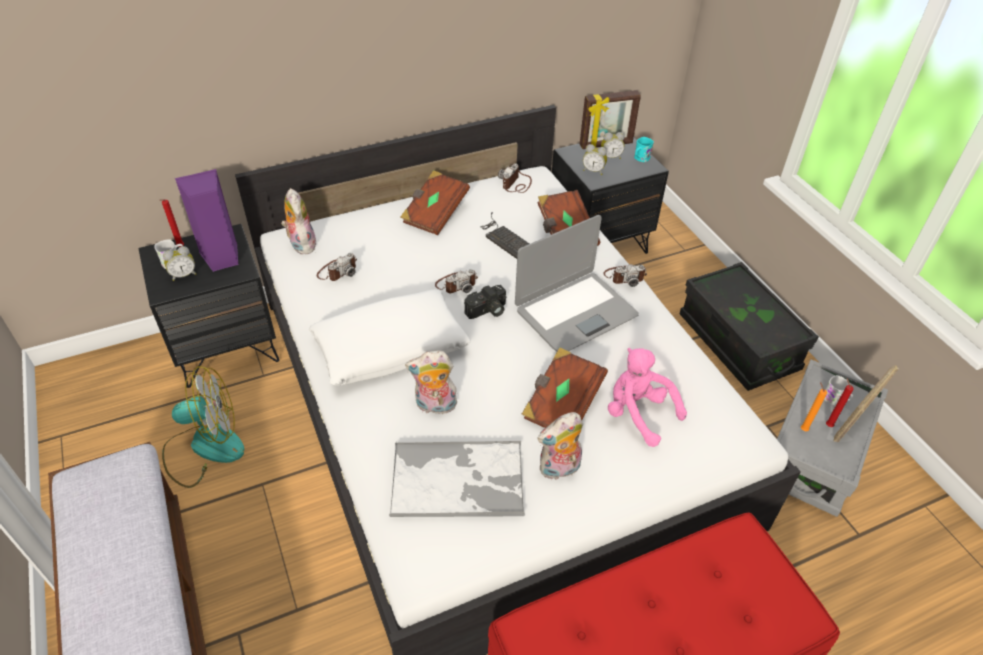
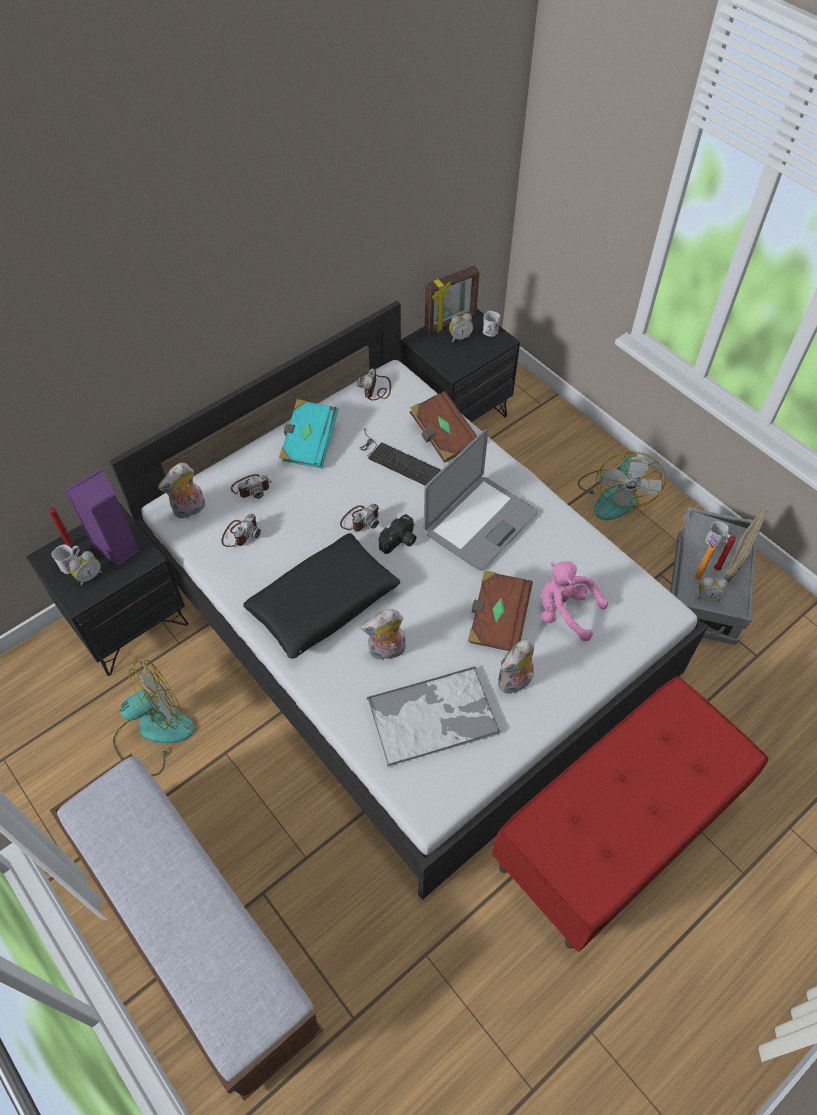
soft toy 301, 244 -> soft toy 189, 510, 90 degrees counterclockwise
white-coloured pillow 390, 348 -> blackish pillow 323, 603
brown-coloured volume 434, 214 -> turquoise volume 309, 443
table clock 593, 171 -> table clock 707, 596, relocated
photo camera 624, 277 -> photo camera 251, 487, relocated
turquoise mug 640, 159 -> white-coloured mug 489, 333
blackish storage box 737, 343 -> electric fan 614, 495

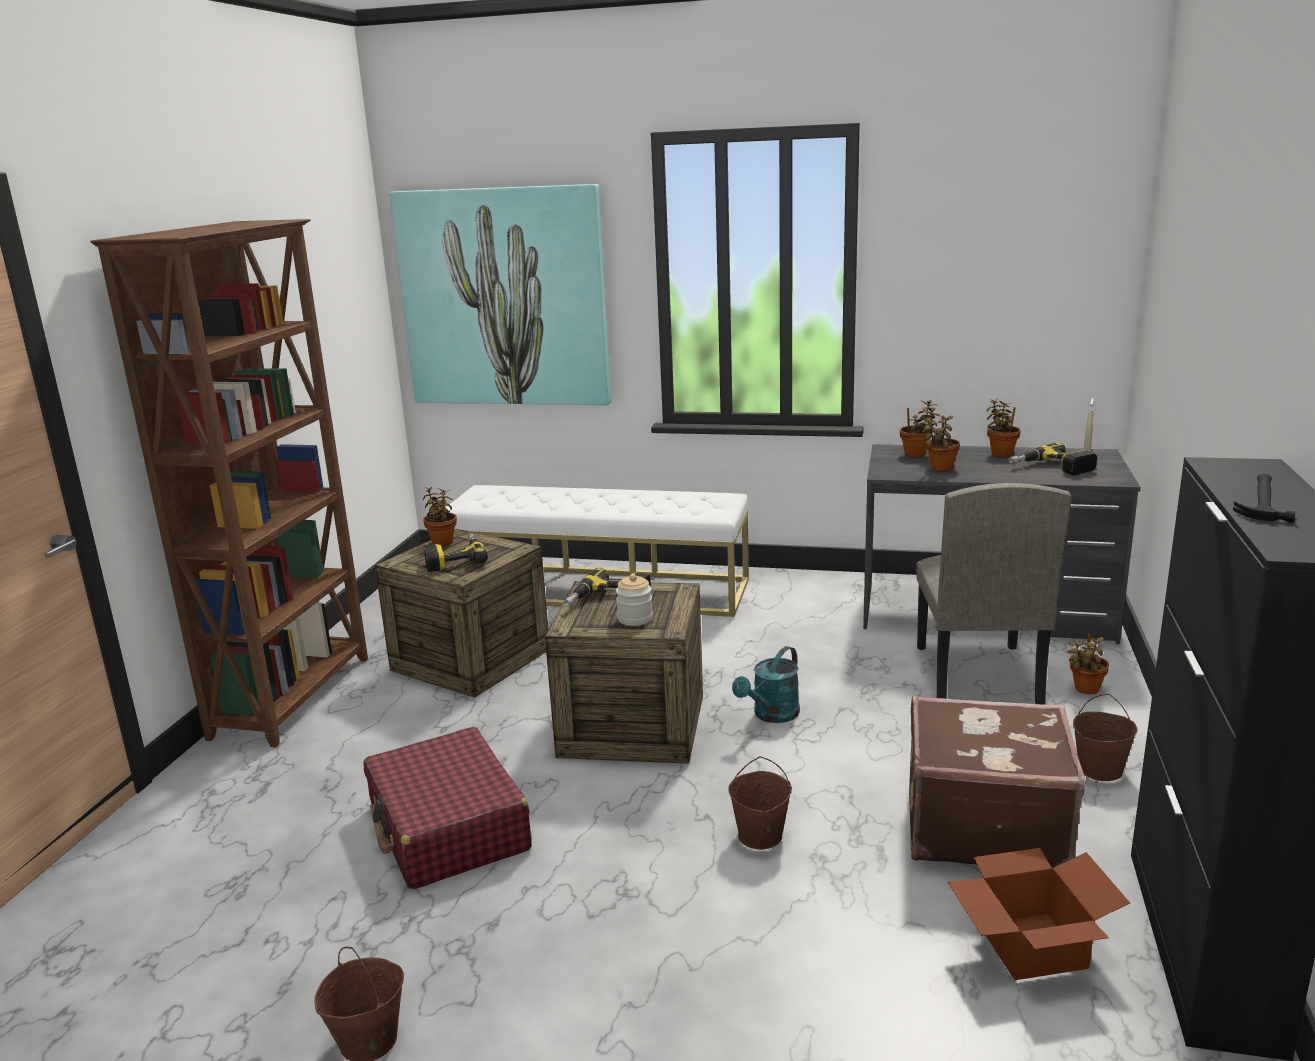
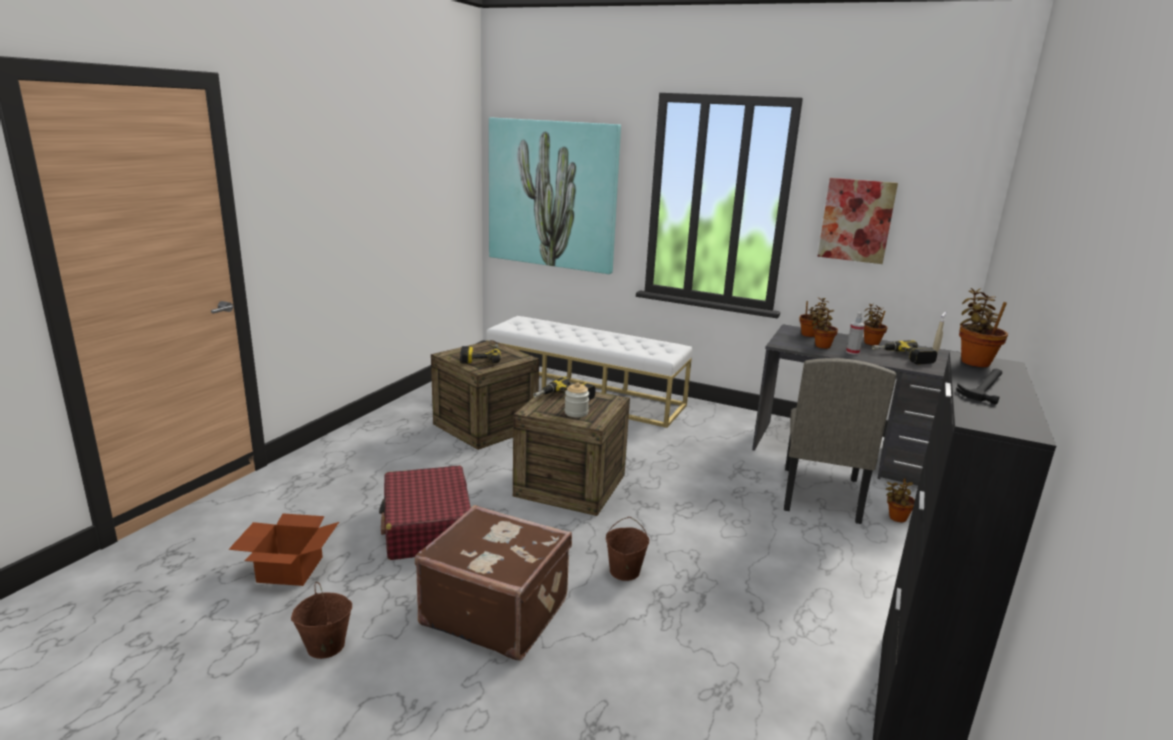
brown-coloured bookshelf 295, 696 -> none
houseplant 442, 541 -> houseplant 974, 361, relocated
turquoise watering can 771, 715 -> none
brown-coloured travel case 983, 826 -> brown-coloured travel case 496, 611, relocated
packing box 1028, 945 -> packing box 289, 568, relocated
brown-coloured bucket 1100, 770 -> none
none -> wall art 856, 220
none -> hand sprayer 852, 352

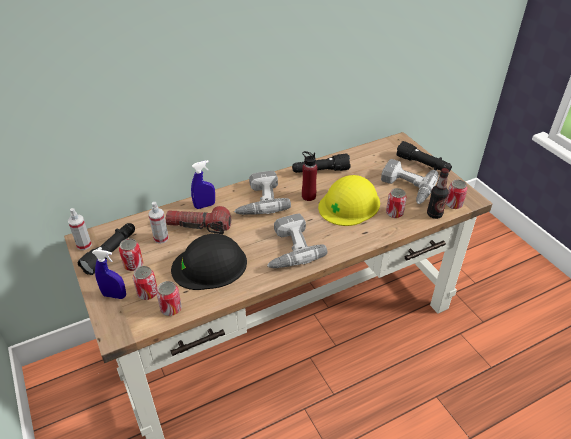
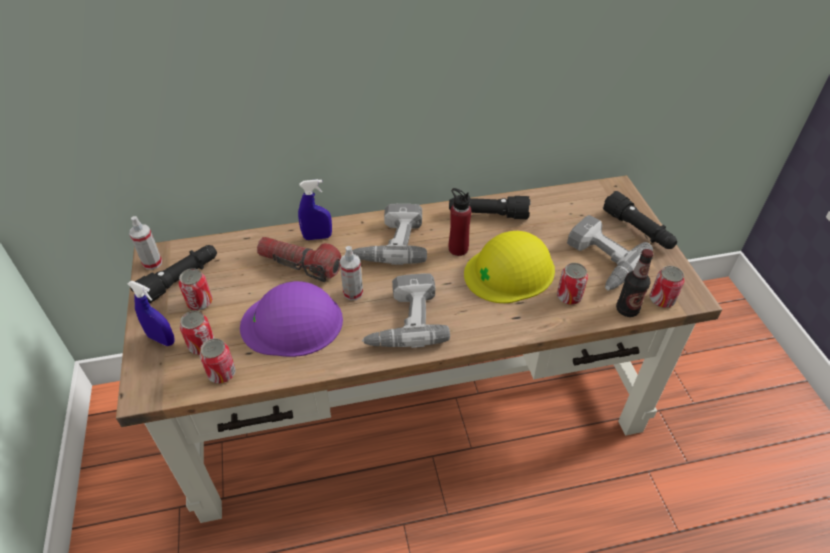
hand sprayer 161, 238 -> hand sprayer 353, 293, relocated
blackish safety helmet 210, 265 -> purple safety helmet 292, 323

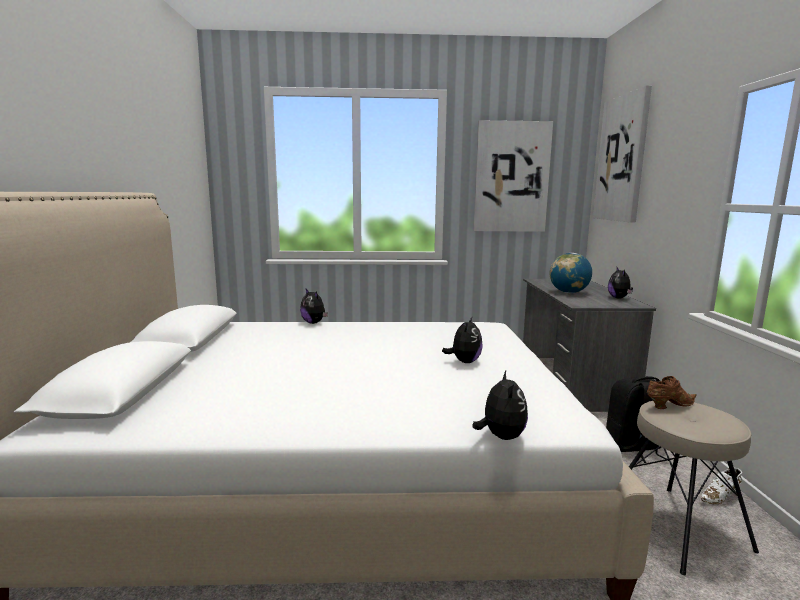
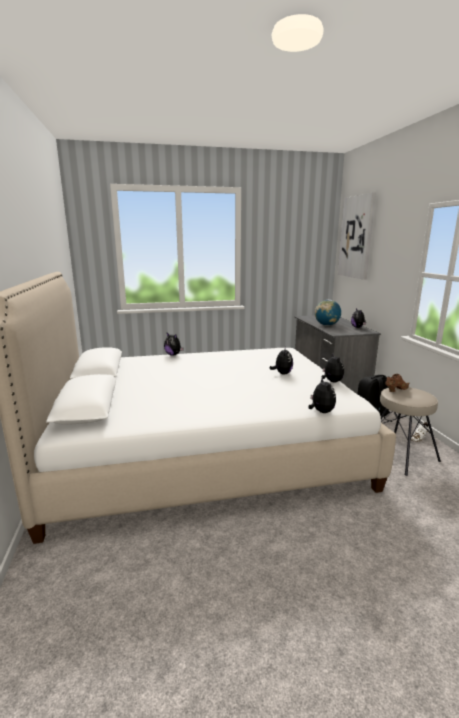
wall art 511, 177 -> none
none -> soft toy 331, 381

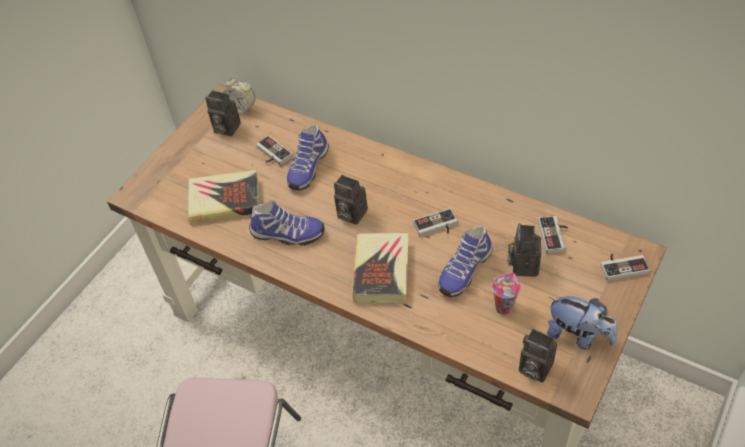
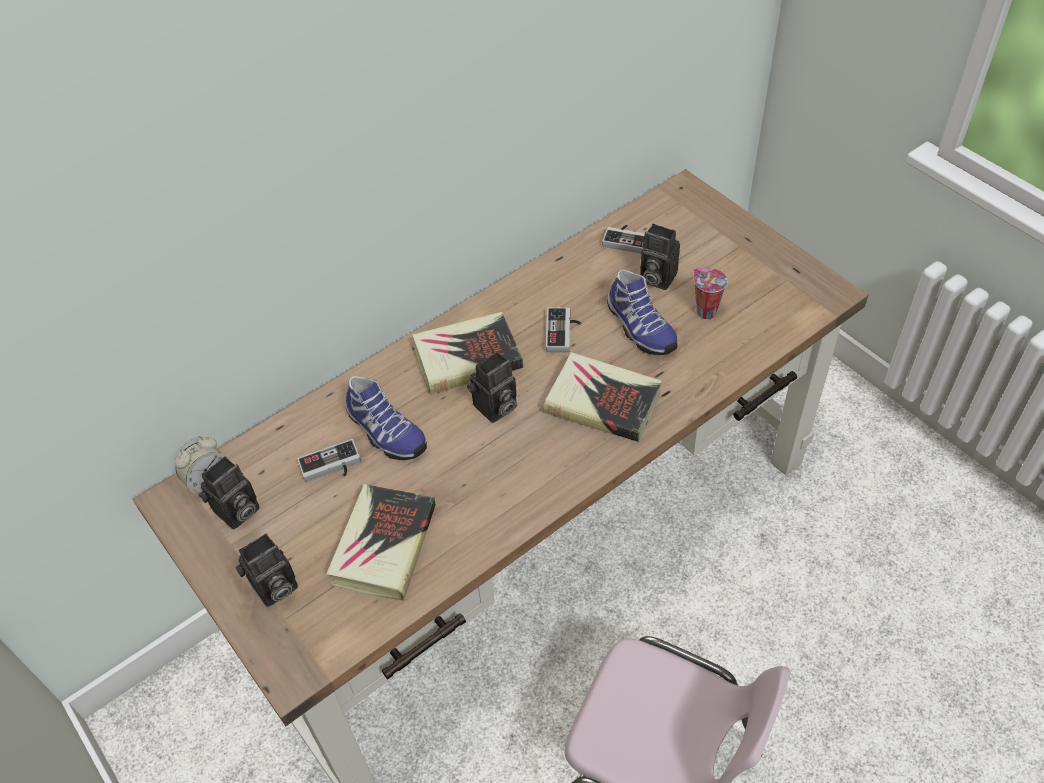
low shoe 287, 235 -> none
photo camera 533, 368 -> photo camera 273, 589, relocated
soft toy 578, 335 -> none
joypad 622, 266 -> none
none -> volume 467, 358

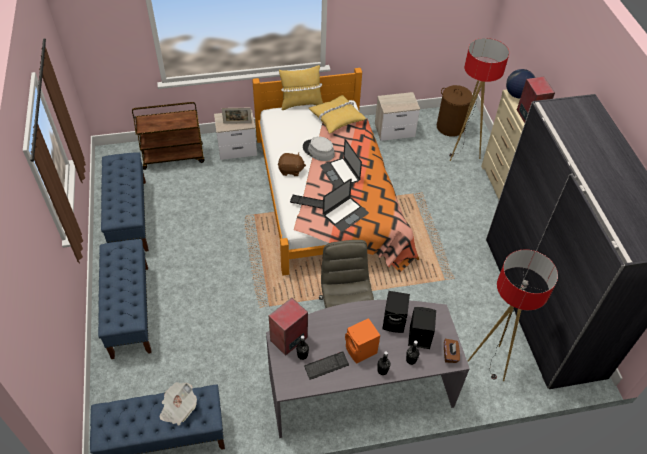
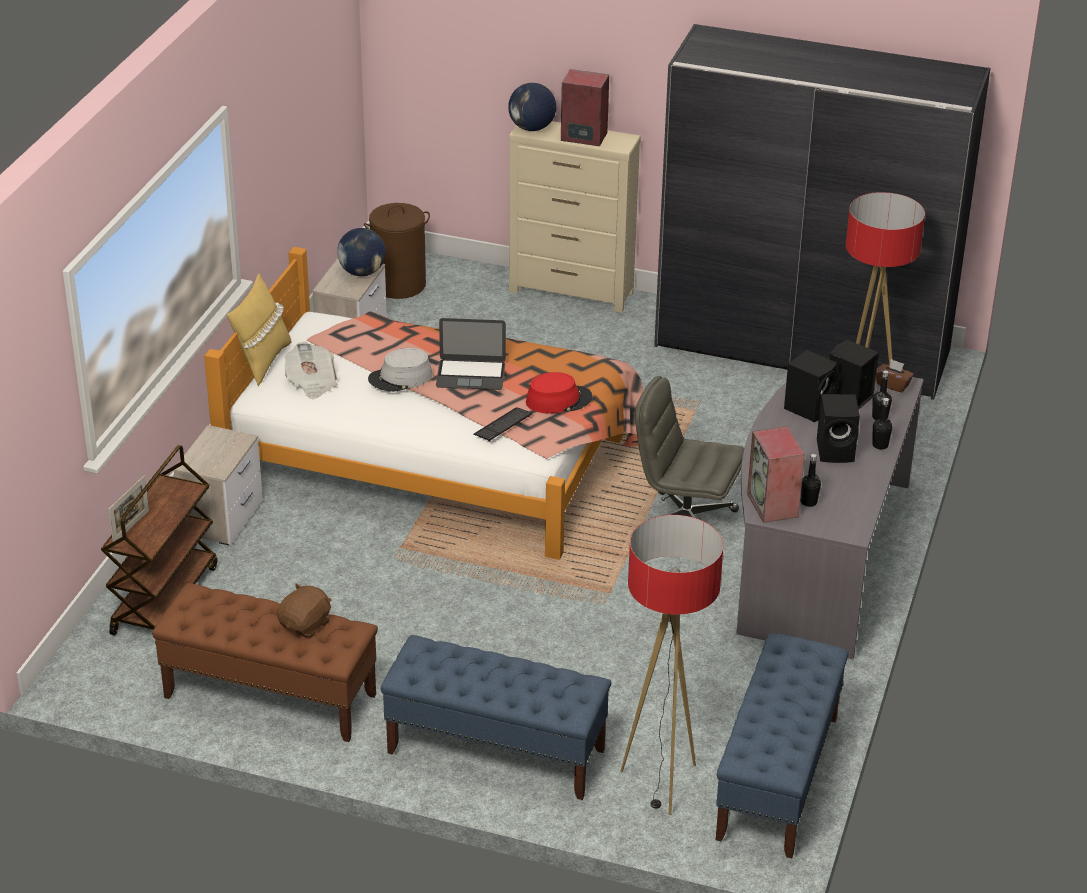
blue-coloured long seat 129, 217 -> brown-coloured long seat 269, 696
printed paper 178, 408 -> printed paper 312, 383, relocated
photo frame 237, 123 -> photo frame 131, 527, relocated
brown-coloured soft toy 291, 170 -> brown-coloured soft toy 306, 625, relocated
computer keyboard 326, 366 -> none
yellowish pillow 336, 117 -> none
notebook computer 345, 214 -> red hat 558, 400
orange-coloured audio speaker 361, 351 -> blackish audio speaker 837, 451
standard lamp 462, 153 -> standard lamp 661, 784, relocated
none -> world globe 362, 272

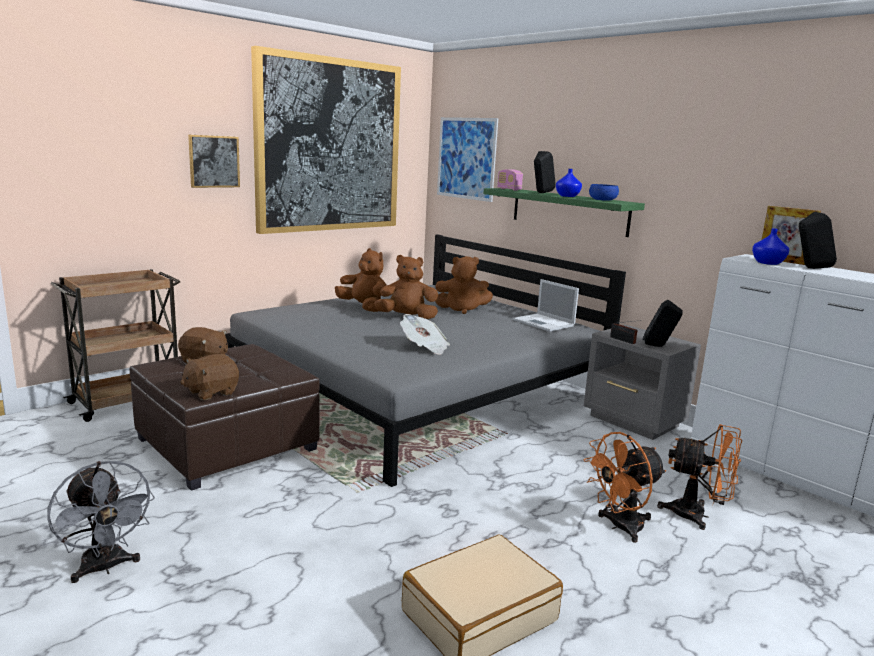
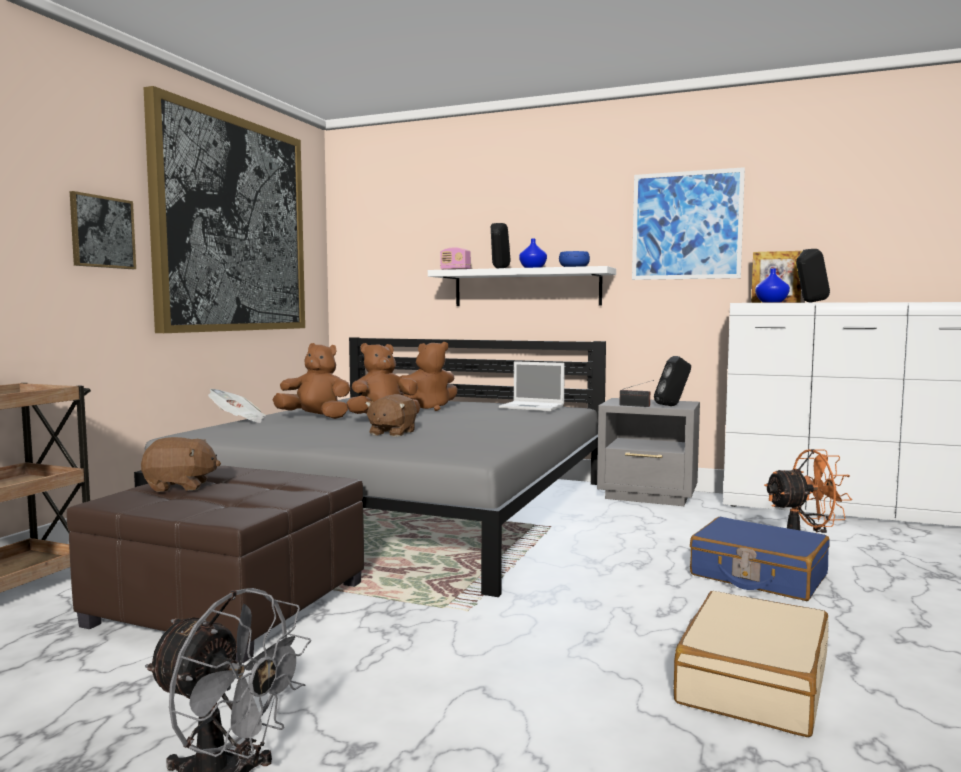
brown-coloured soft toy 211, 392 -> brown-coloured soft toy 391, 433, relocated
printed paper 424, 347 -> printed paper 238, 421, relocated
wall art 466, 158 -> wall art 686, 225, relocated
greenish wall shelf 569, 211 -> white-coloured wall shelf 526, 288
orange-coloured electric fan 619, 527 -> blue-coloured travel case 758, 575

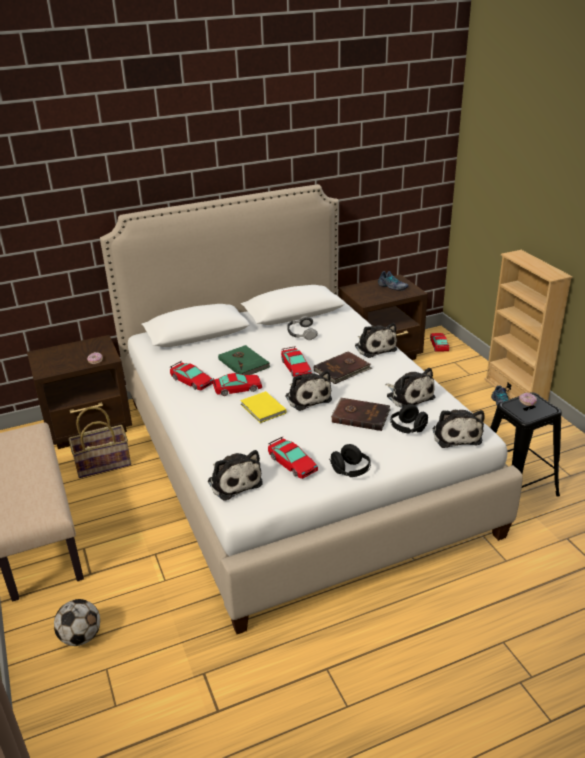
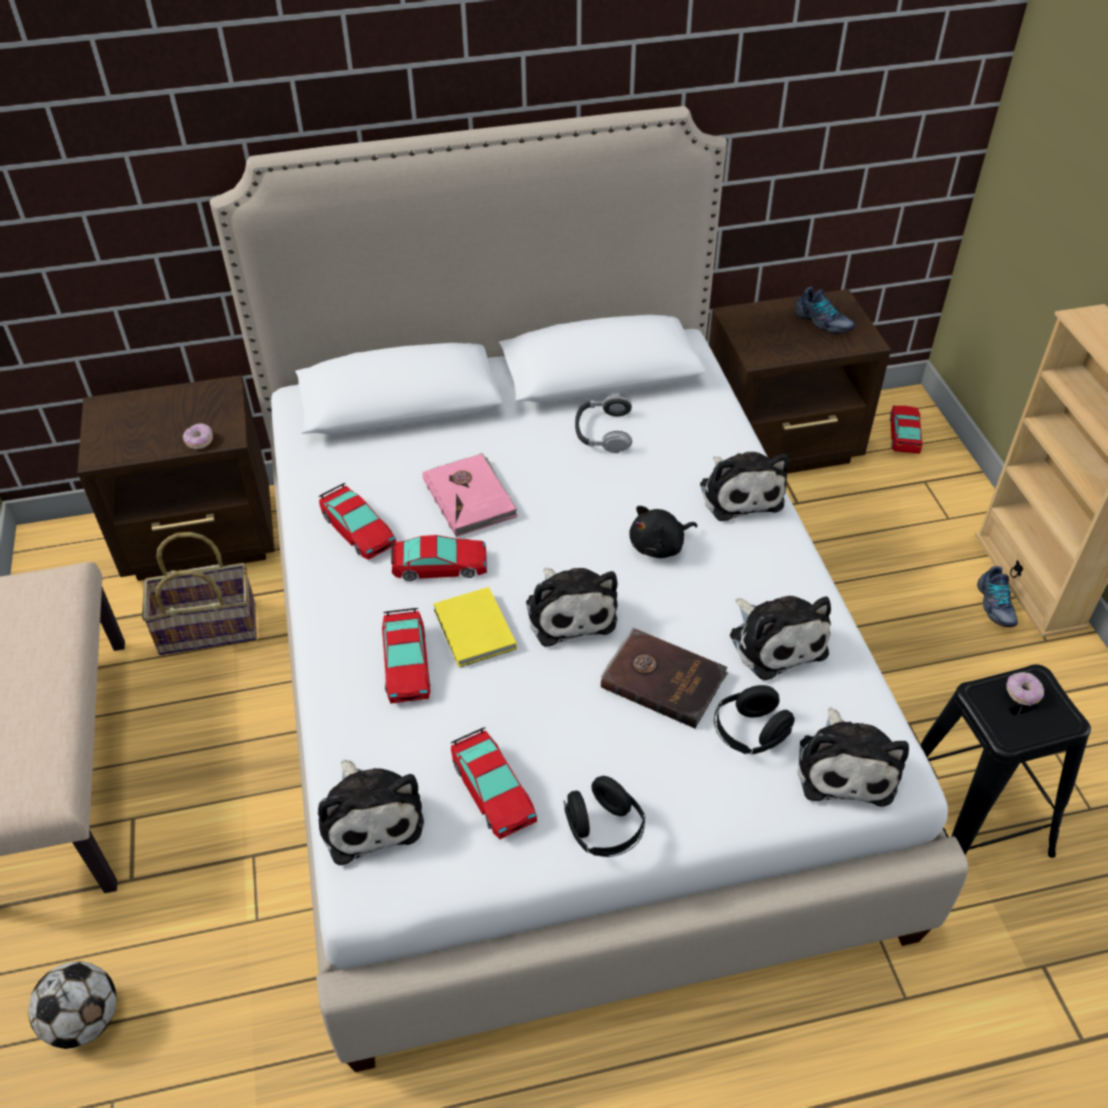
greenish volume 244, 363 -> pink-coloured volume 470, 497
miniature car 295, 367 -> miniature car 406, 663, relocated
brown-coloured volume 342, 370 -> blackish soft toy 659, 546

